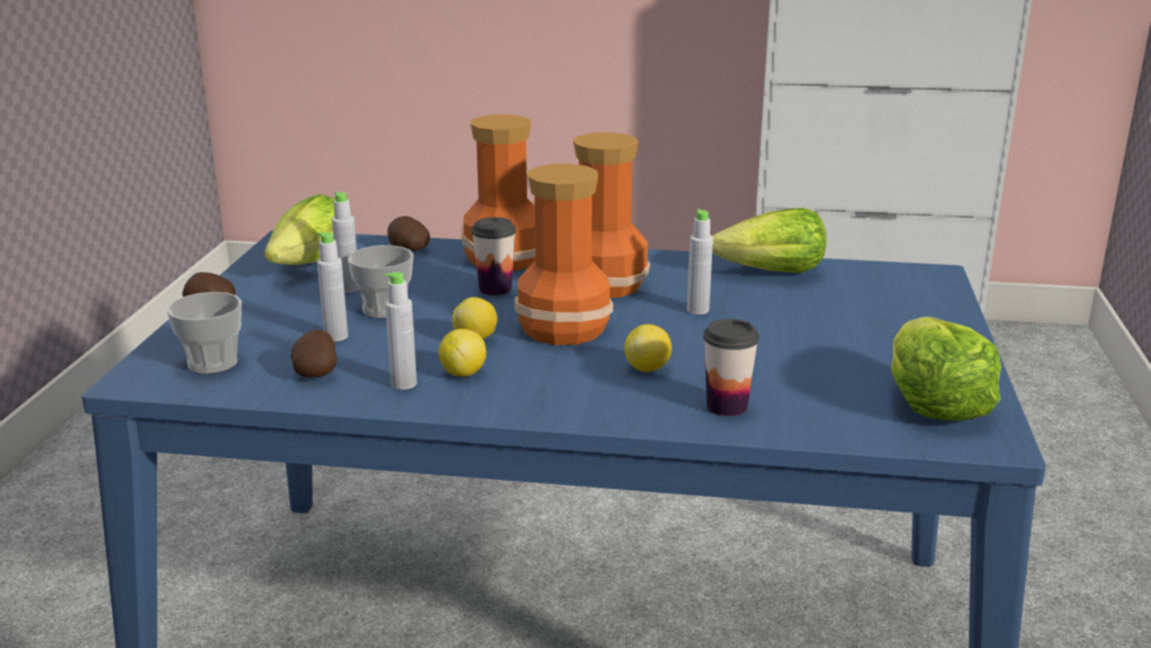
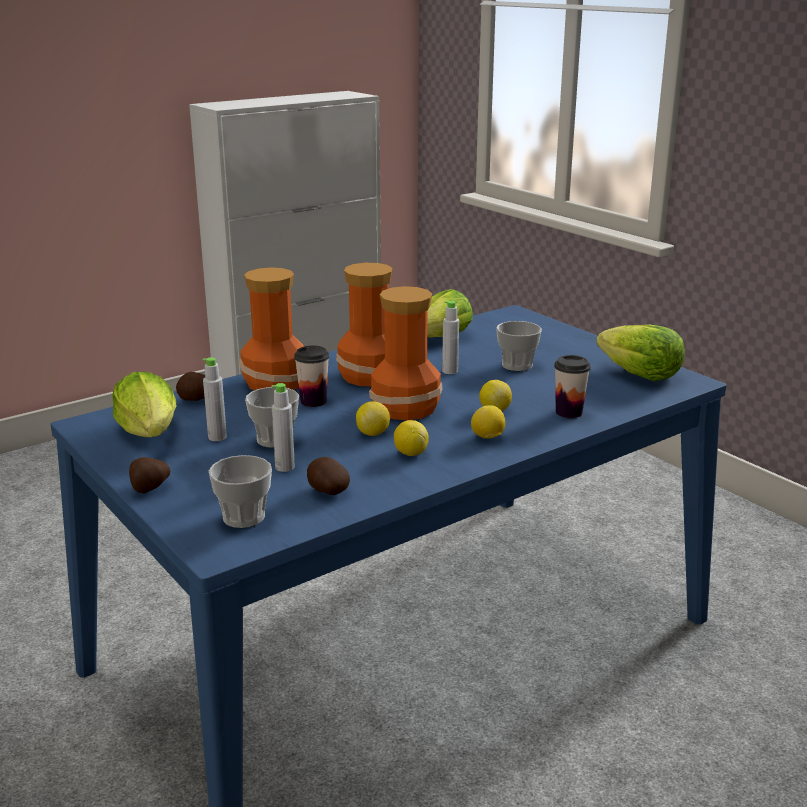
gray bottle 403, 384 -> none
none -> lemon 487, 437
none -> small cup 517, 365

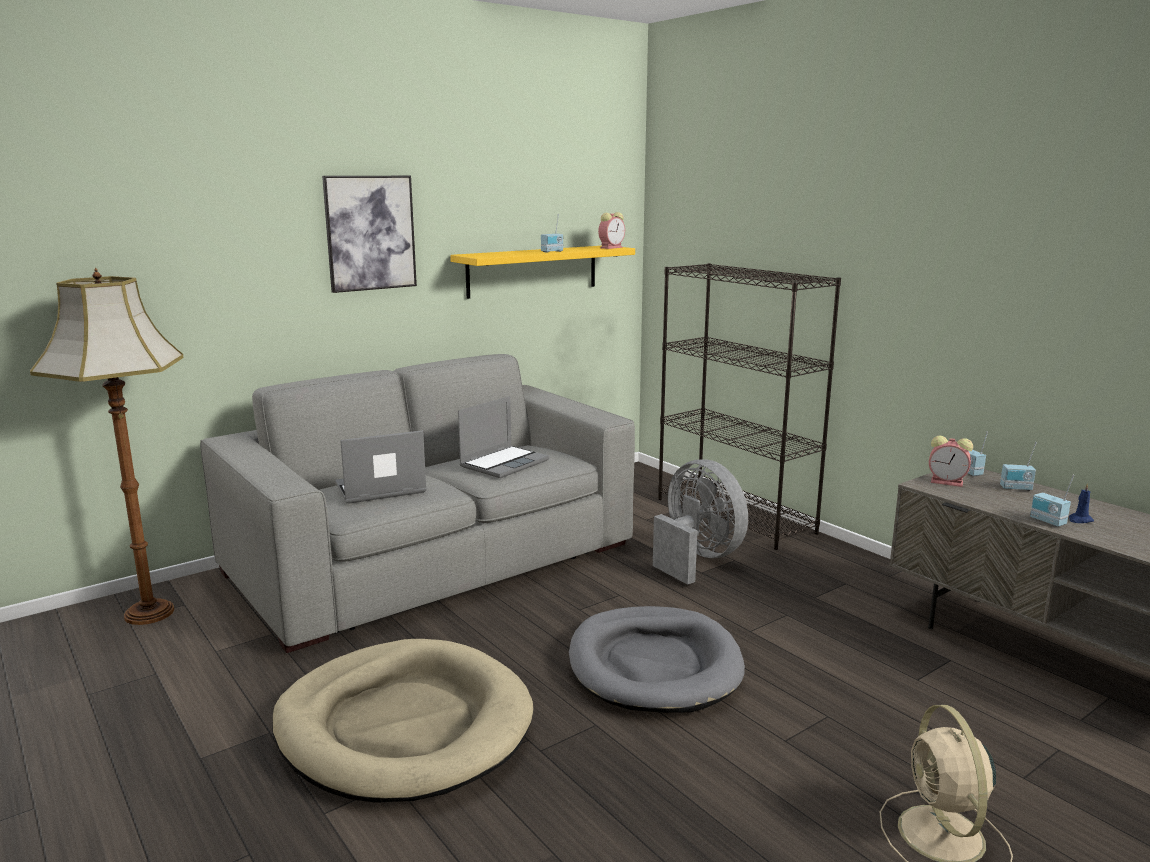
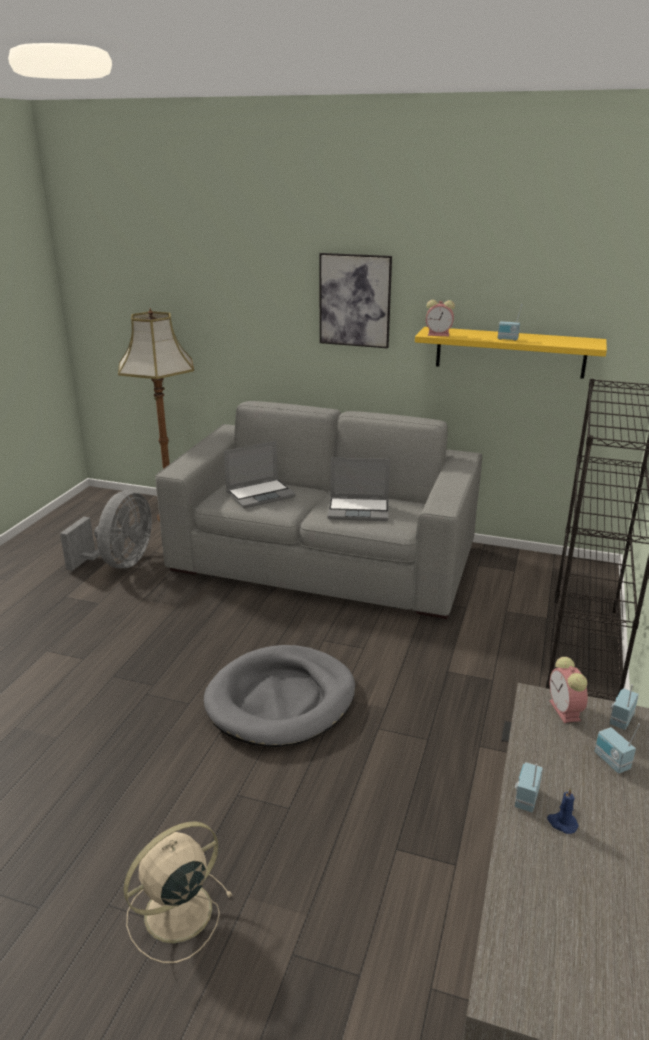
beige dog cushion 404, 726 -> none
notebook computer 379, 489 -> notebook computer 261, 494, 120 degrees clockwise
table clock 611, 247 -> table clock 439, 334, relocated
gray electric fan 697, 559 -> gray electric fan 119, 563, relocated

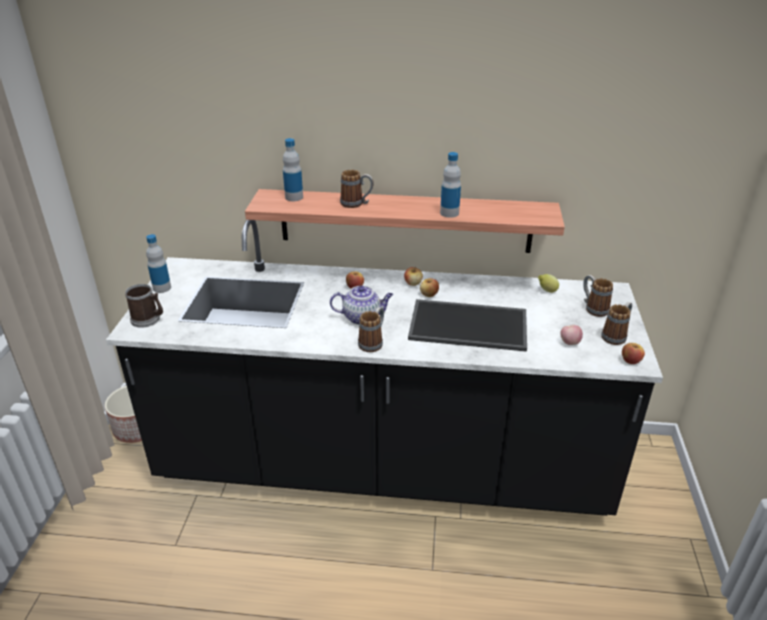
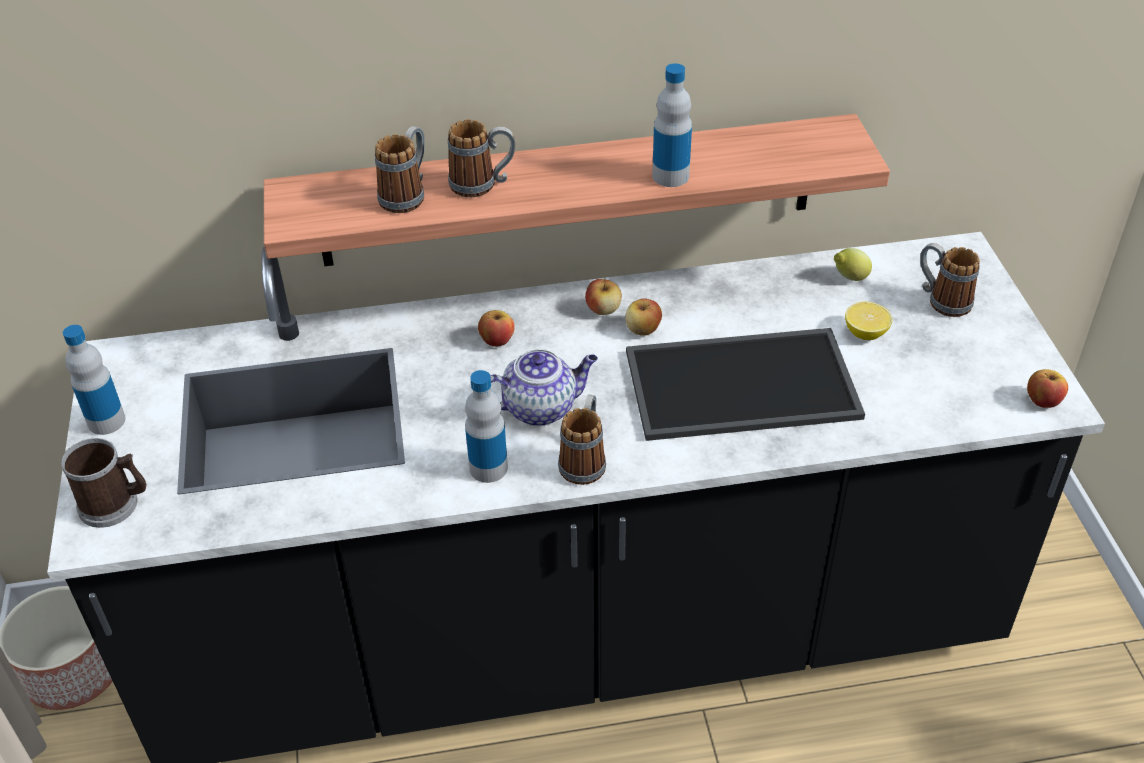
bottle 294, 197 -> bottle 488, 468, relocated
apple fruit 569, 343 -> none
mug 616, 335 -> mug 407, 194, relocated
none -> lemon 865, 333

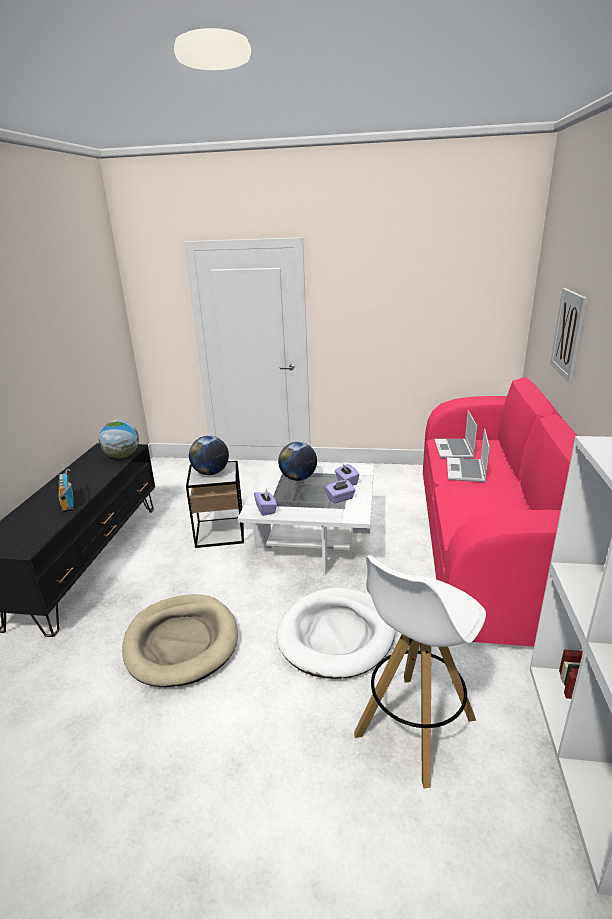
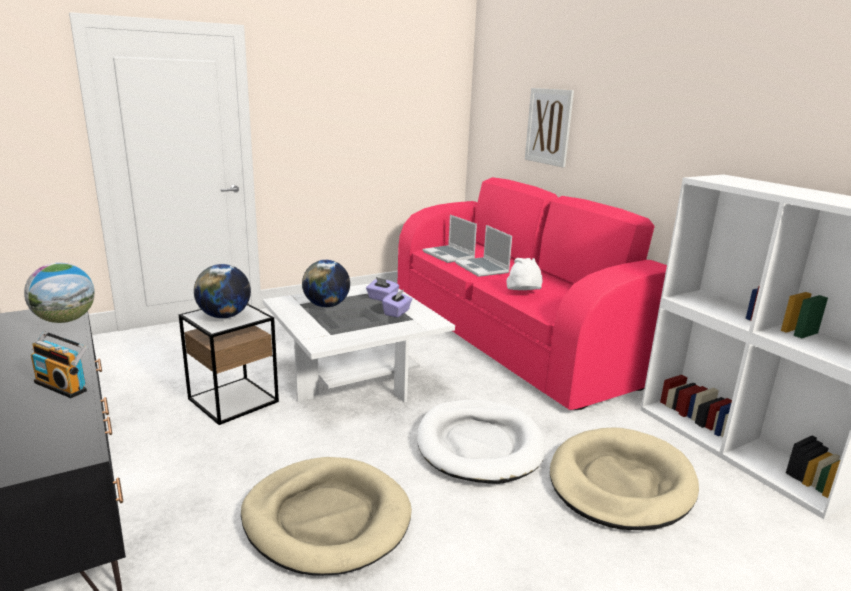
purple tissue box 266, 509 -> none
white-coloured stool 414, 727 -> beige dog cushion 620, 483
none -> white-coloured hat 524, 294

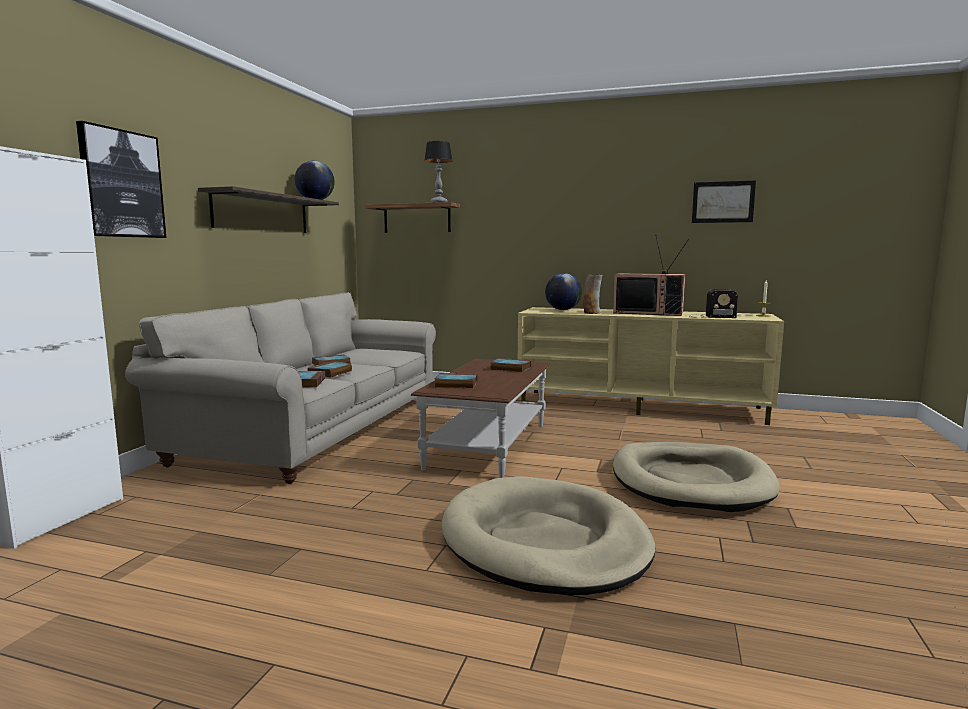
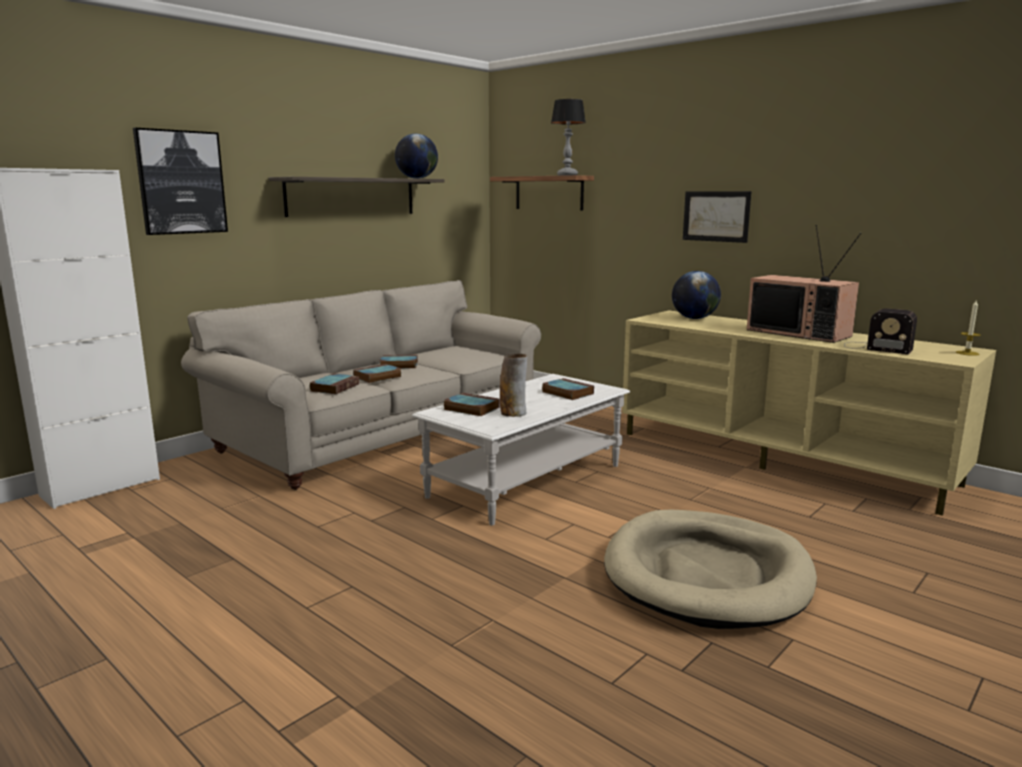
brown-coloured coffee table 488, 445 -> white-coloured coffee table 526, 480
beige dog cushion 544, 541 -> none
decorative vase 591, 313 -> decorative vase 513, 413, relocated
wall art 723, 202 -> wall art 716, 216, relocated

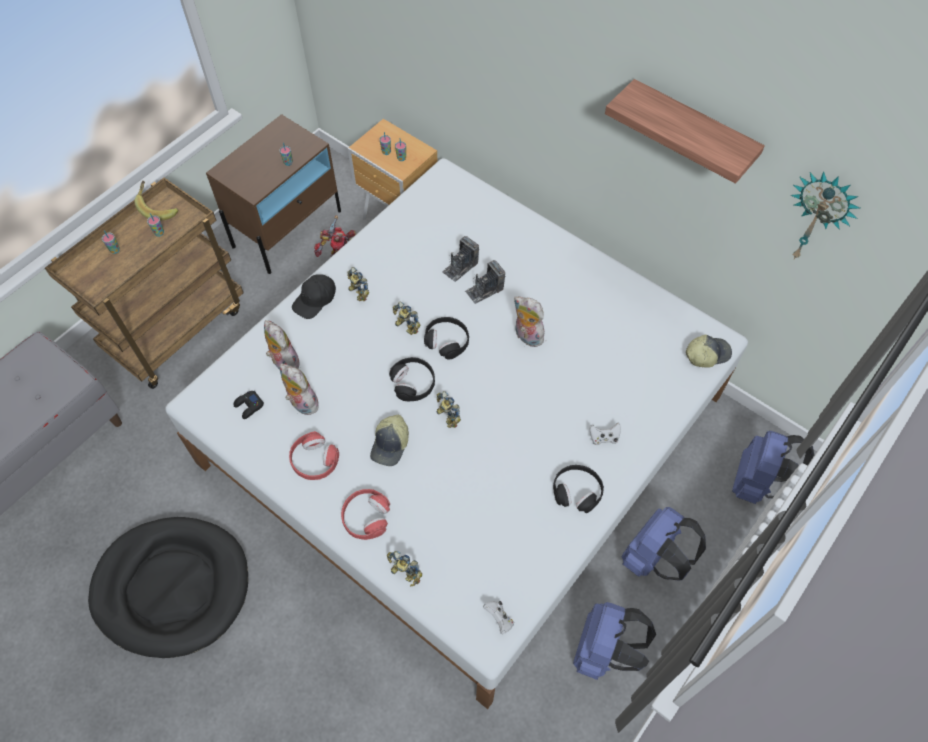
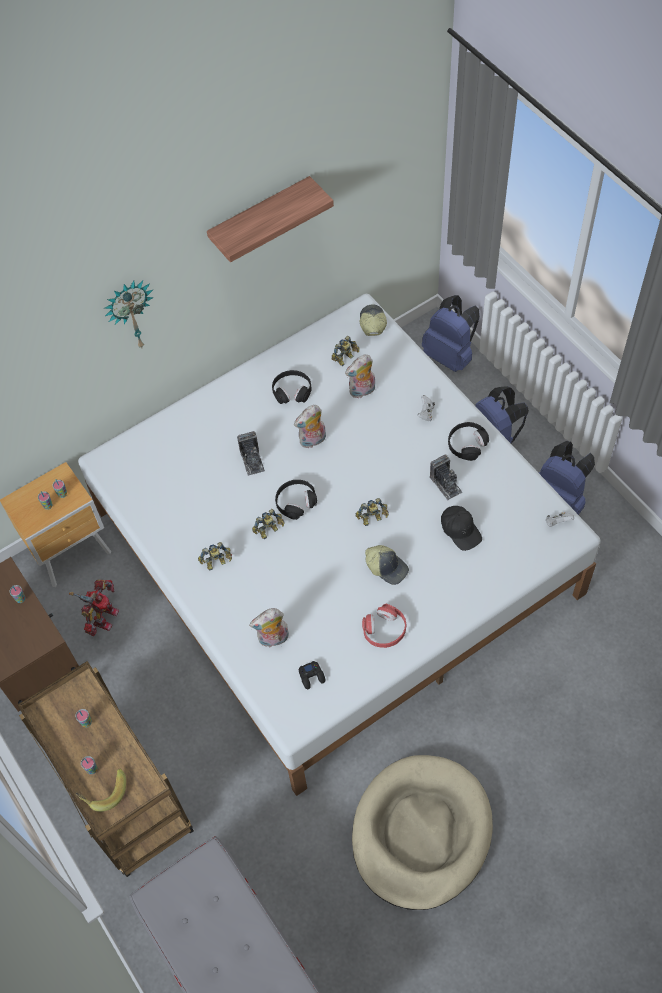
blackish dog cushion 172, 587 -> beige dog cushion 421, 832
banana 158, 208 -> banana 104, 792, relocated
soft toy 301, 403 -> soft toy 362, 391, relocated
blackish peaked cap 315, 300 -> blackish peaked cap 460, 530, relocated
red pair of headphones 366, 517 -> none
robot figure 403, 573 -> robot figure 345, 359, relocated
blackish pair of headphones 413, 383 -> blackish pair of headphones 292, 391, relocated
photo camera 460, 267 -> photo camera 445, 484, relocated
hanging clock 817, 217 -> hanging clock 131, 314, relocated

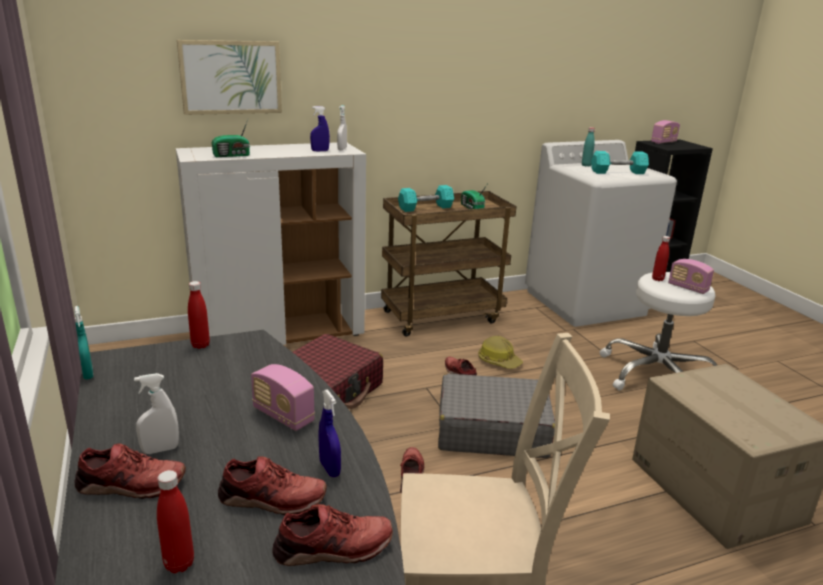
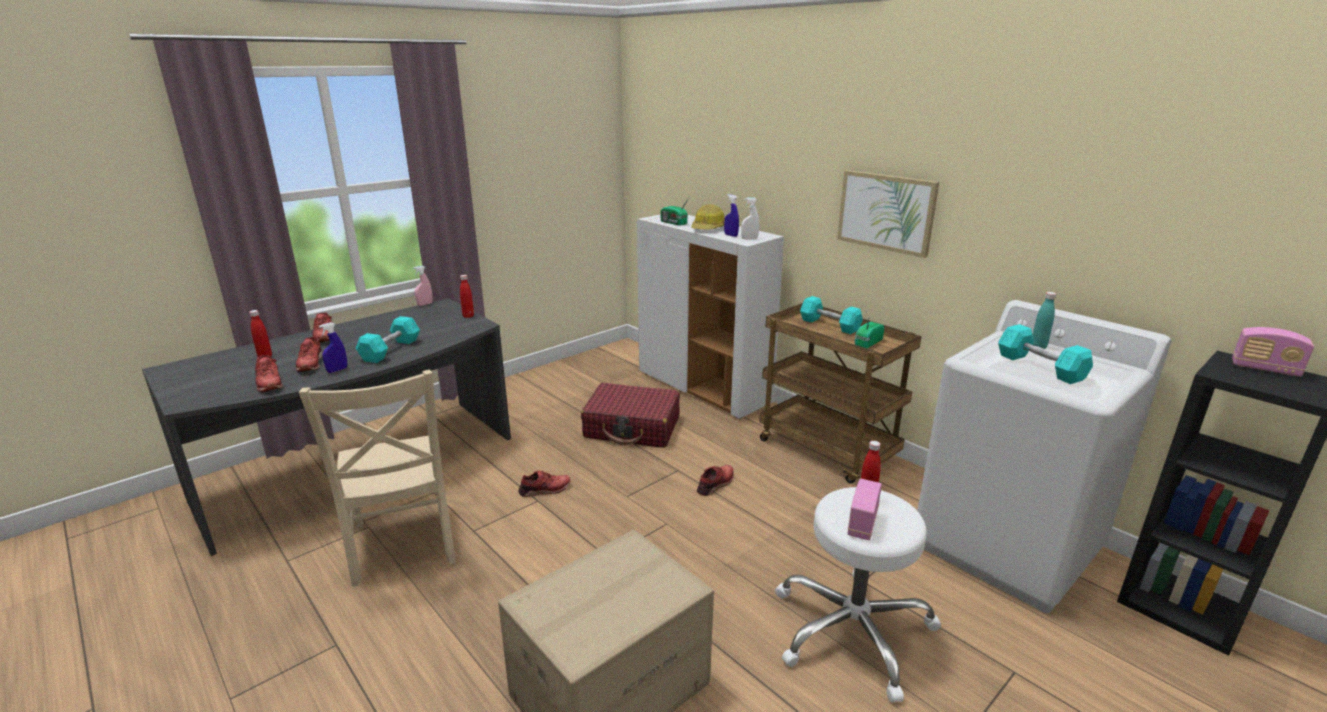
turquoise hand sprayer 88, 374 -> pink-coloured hand sprayer 425, 304
white-coloured hand sprayer 160, 450 -> none
wall art 231, 77 -> wall art 886, 212, relocated
radio set 283, 416 -> turquoise free weight 390, 350
gray travel case 492, 430 -> none
safety helmet 499, 361 -> safety helmet 708, 228, relocated

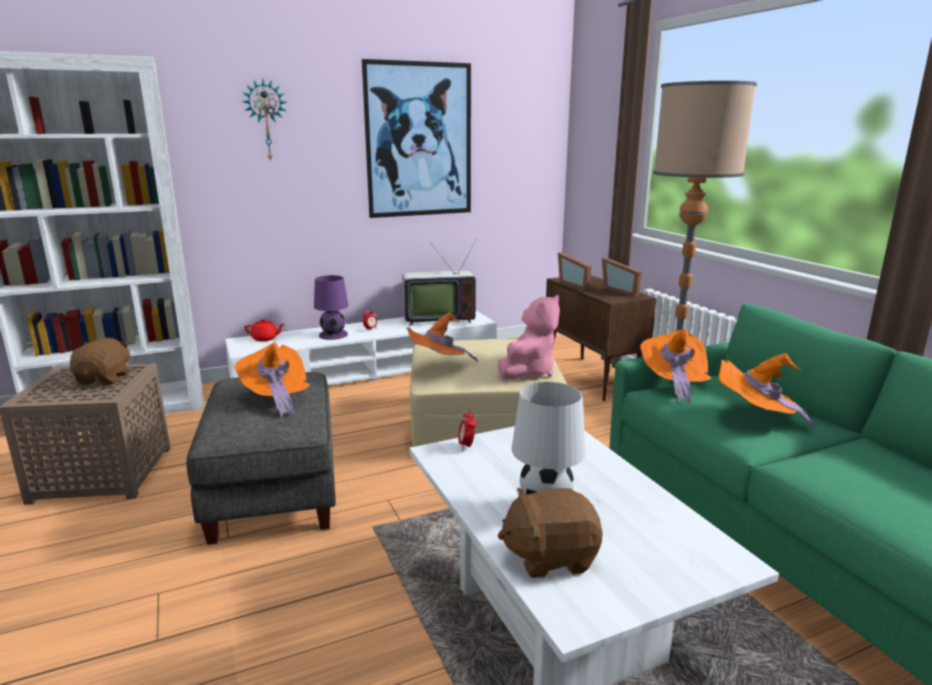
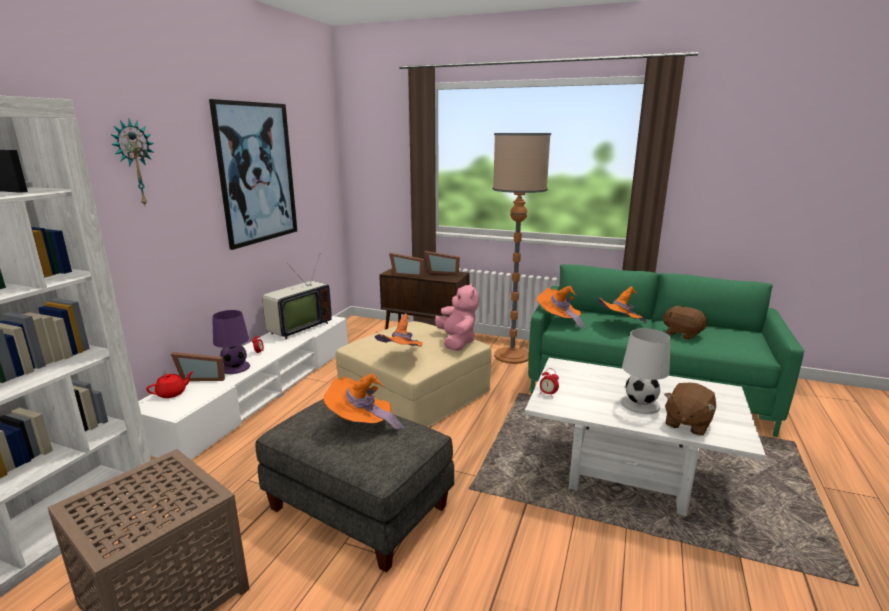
brown-coloured soft toy 105, 379 -> brown-coloured soft toy 682, 334, relocated
none -> photo frame 203, 377

